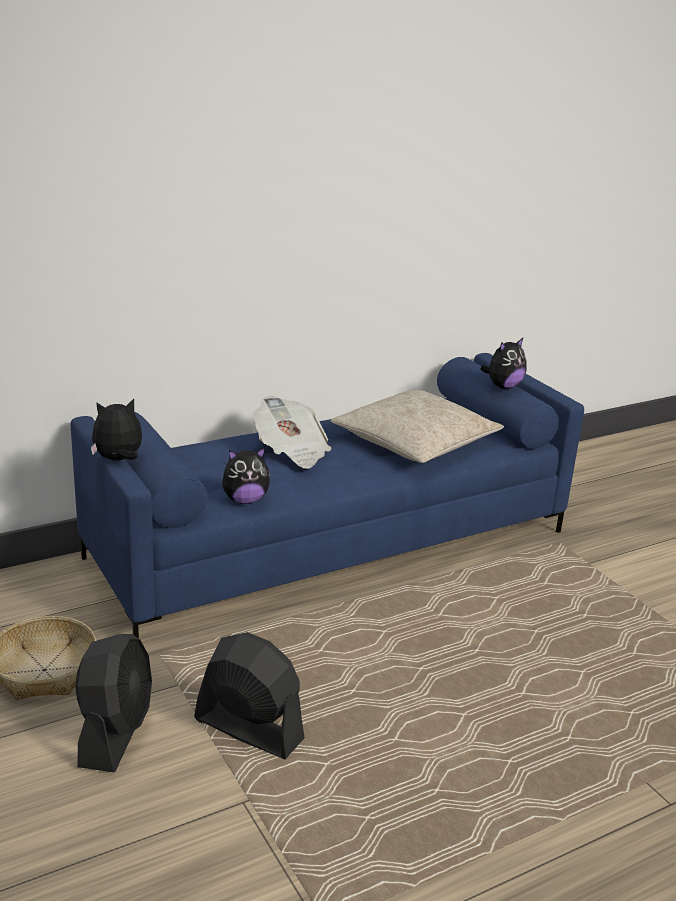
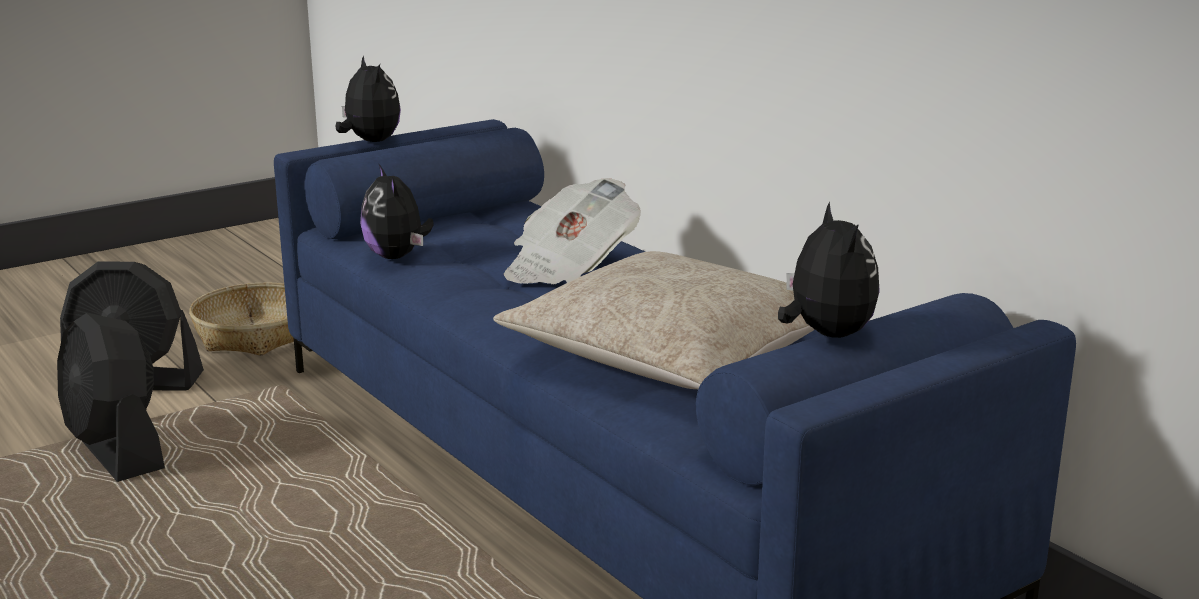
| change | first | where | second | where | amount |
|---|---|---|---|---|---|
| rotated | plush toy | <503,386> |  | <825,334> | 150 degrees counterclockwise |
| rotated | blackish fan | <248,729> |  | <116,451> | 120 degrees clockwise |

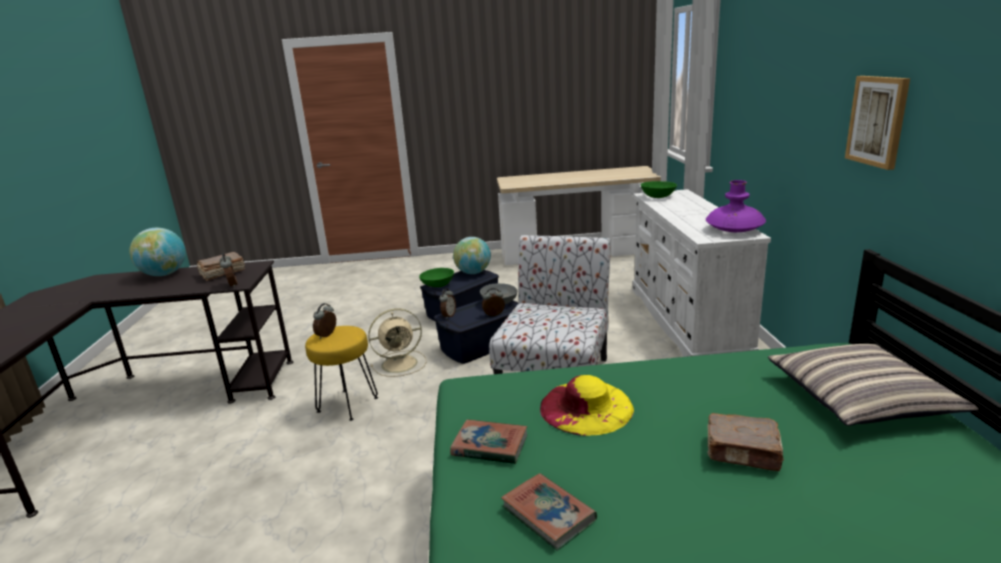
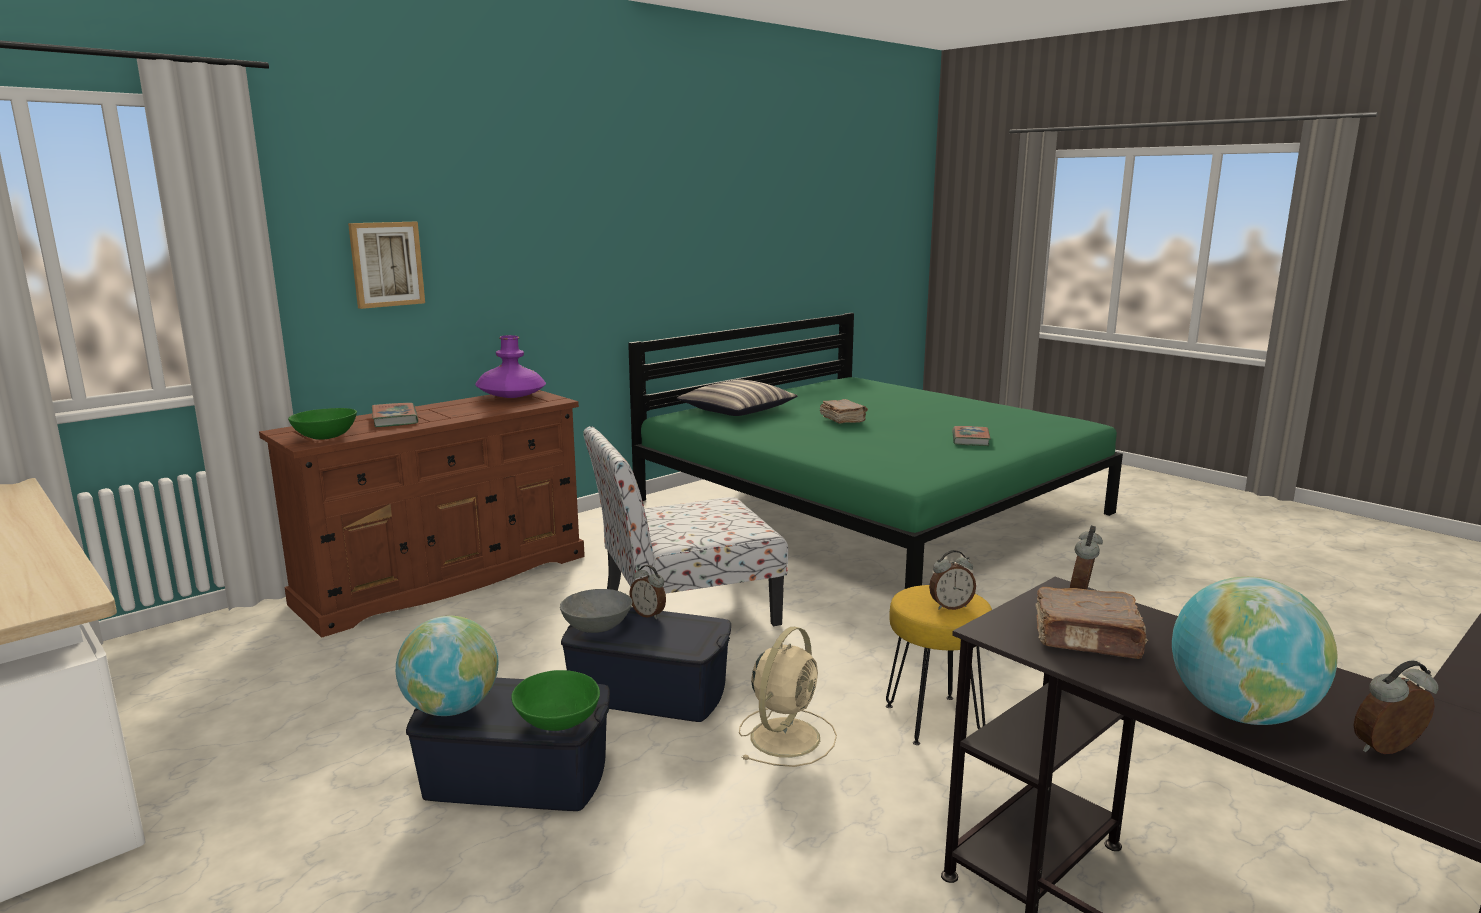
| change | first | where | second | where | amount |
|---|---|---|---|---|---|
| shifted | wall picture | <878,121> |  | <386,264> |  |
| repainted | whitish dresser | <687,321> | brown-coloured dresser | <446,579> |  |
| shifted | table clock | <448,316> |  | <1388,751> |  |
| rotated | beige fan | <401,363> |  | <786,736> | 90 degrees clockwise |
| gone | yellow clothing hat | <586,407> |  |  |  |
| shifted | volume | <490,446> |  | <395,419> |  |

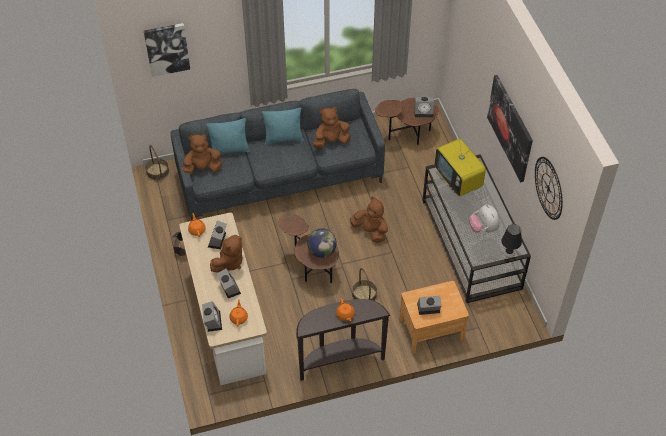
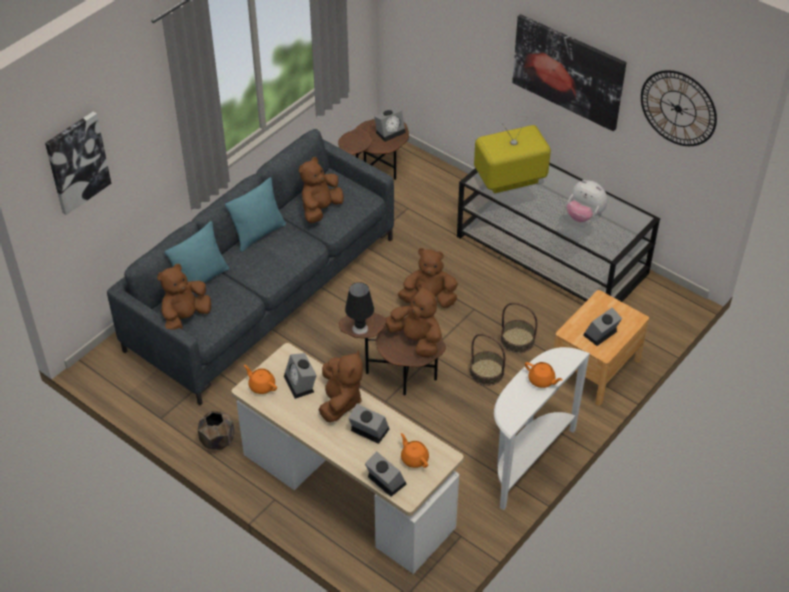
| change | first | where | second | where | amount |
|---|---|---|---|---|---|
| rotated | TV set | <458,181> |  | <509,180> | 135 degrees clockwise |
| shifted | basket | <157,171> |  | <517,340> |  |
| shifted | blackish lamp for a table | <508,253> |  | <360,328> |  |
| swapped | world globe | <321,251> | brown-coloured plush toy | <416,340> |  |
| repainted | brown-coloured hall table | <339,360> | whitish hall table | <526,460> |  |

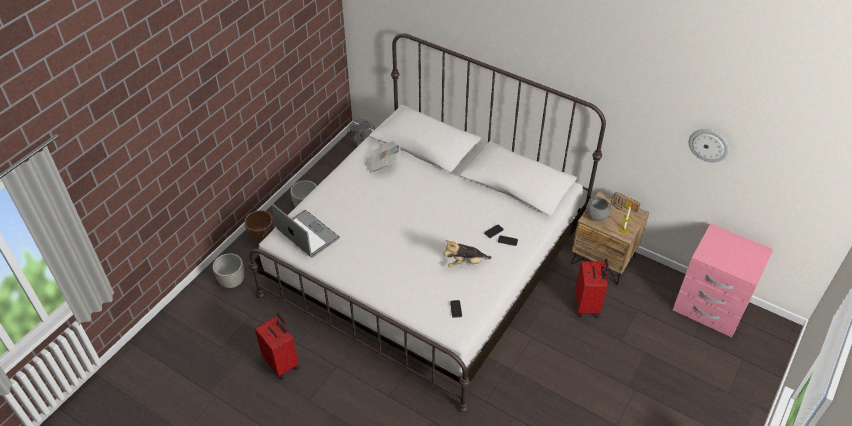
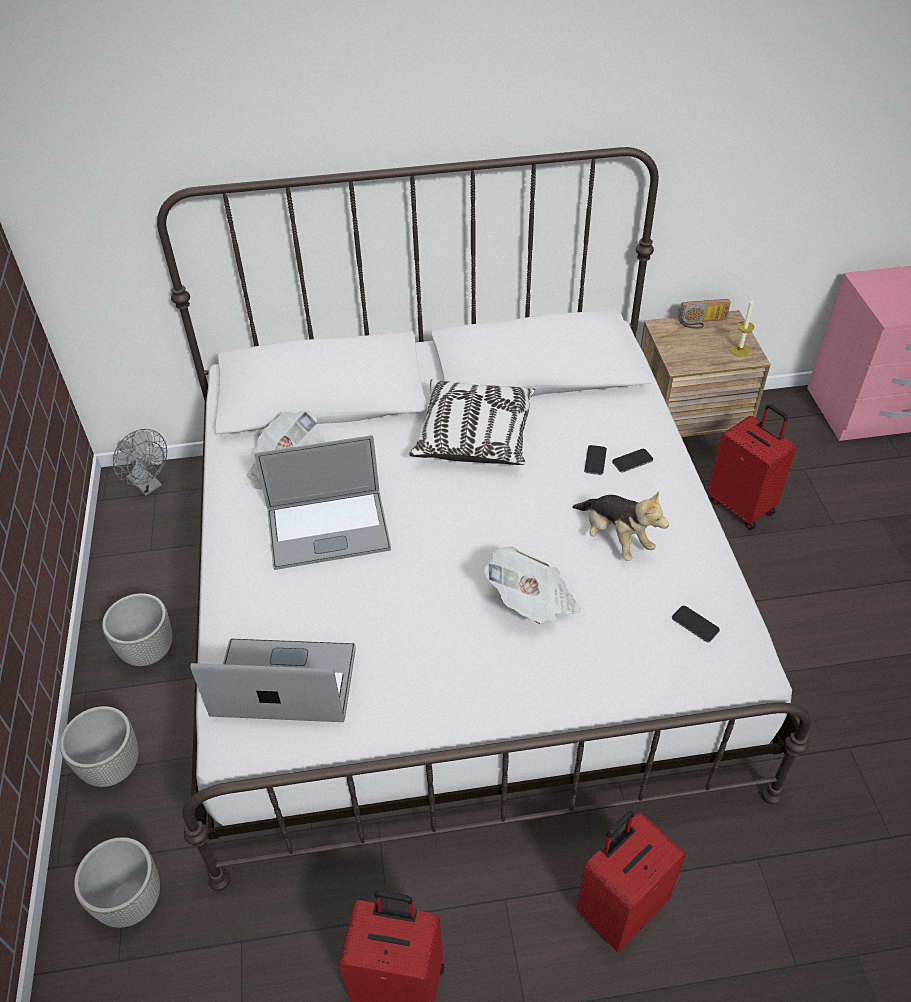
| change | first | where | second | where | amount |
|---|---|---|---|---|---|
| gone | clock on the wall | <709,145> |  |  |  |
| gone | gray serving bowl | <597,216> |  |  |  |
| repainted | brown-coloured plant pot | <262,237> | gray plant pot | <112,767> |  |
| rotated | plush toy | <465,263> |  | <615,538> | 75 degrees counterclockwise |
| new |  |  | pillow | <474,436> |  |
| new |  |  | notebook computer | <328,529> |  |
| new |  |  | newspaper | <532,602> |  |
| new |  |  | red-coloured suitcase | <620,907> |  |

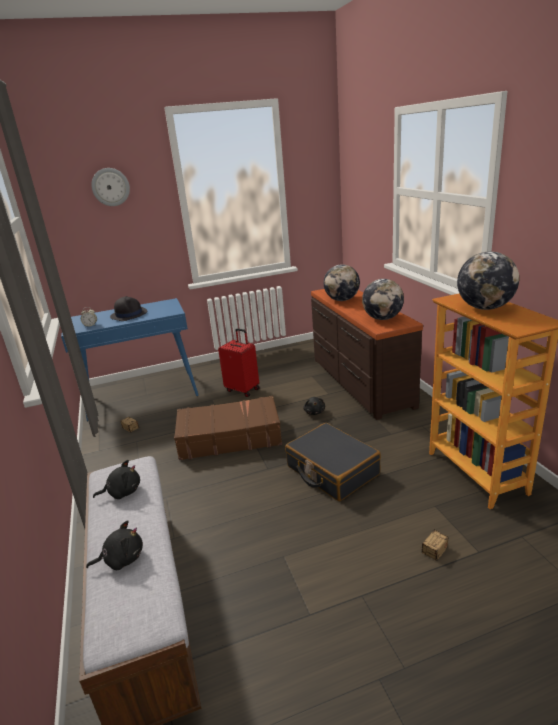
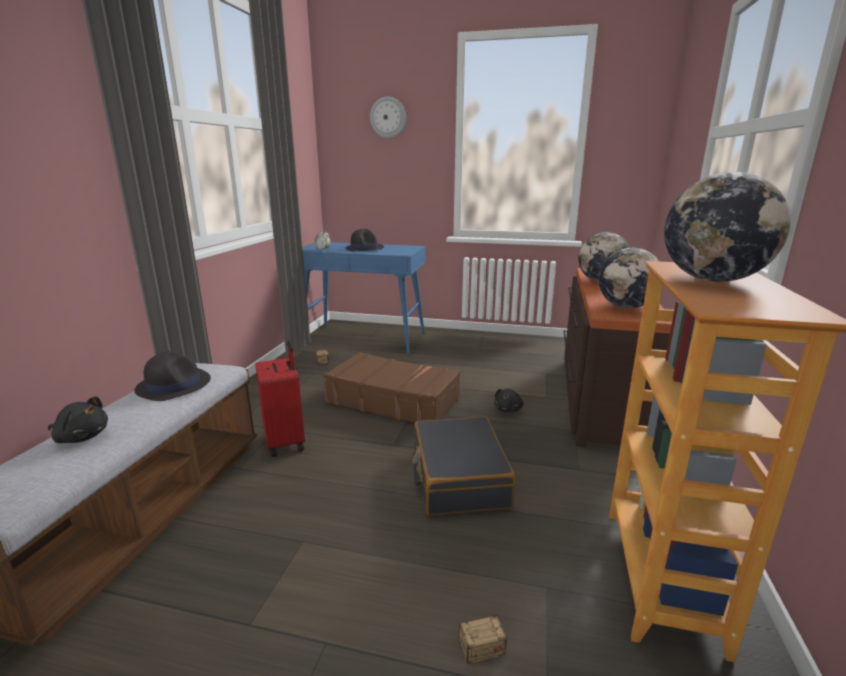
| change | first | where | second | where | amount |
|---|---|---|---|---|---|
| shifted | red-coloured suitcase | <243,389> |  | <286,442> |  |
| swapped | blackish plush toy | <122,492> | blackish clothing hat | <174,385> |  |

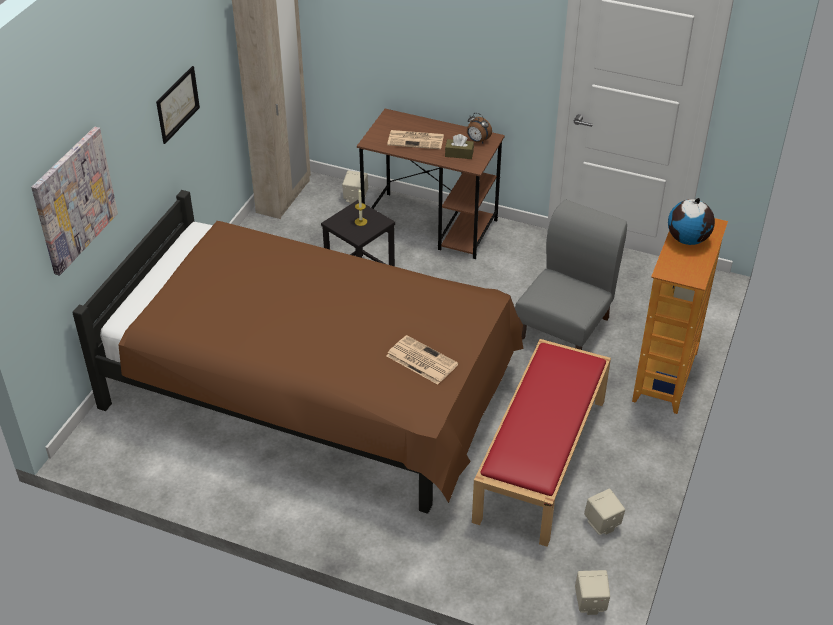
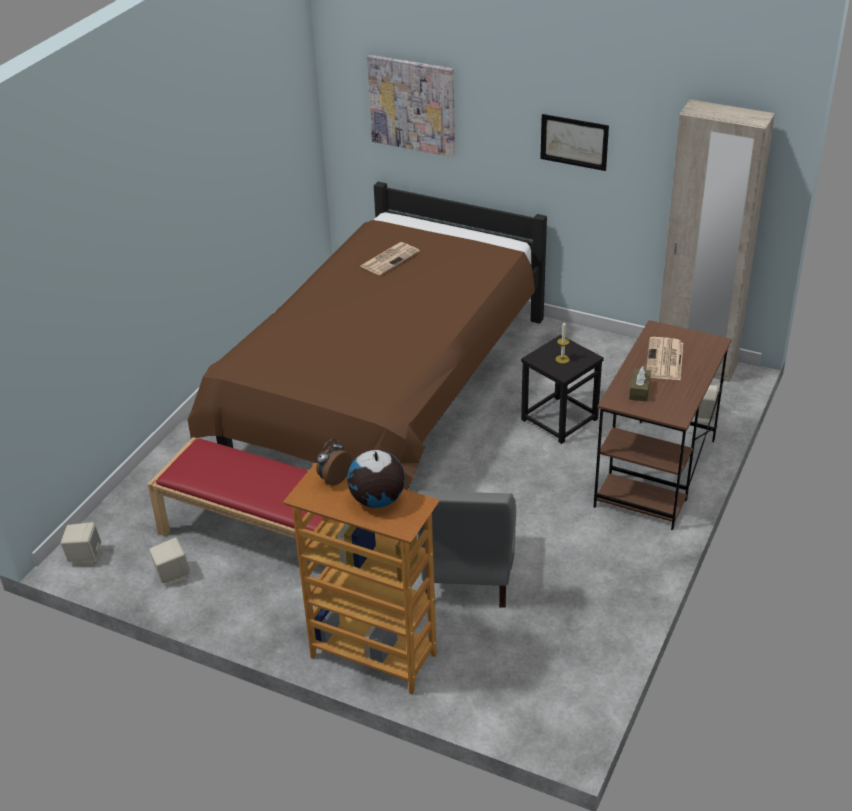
| change | first | where | second | where | amount |
|---|---|---|---|---|---|
| shifted | table clock | <477,141> |  | <333,479> |  |
| rotated | gray plain chair | <565,327> |  | <467,575> | 60 degrees clockwise |
| shifted | newspaper | <420,360> |  | <390,259> |  |

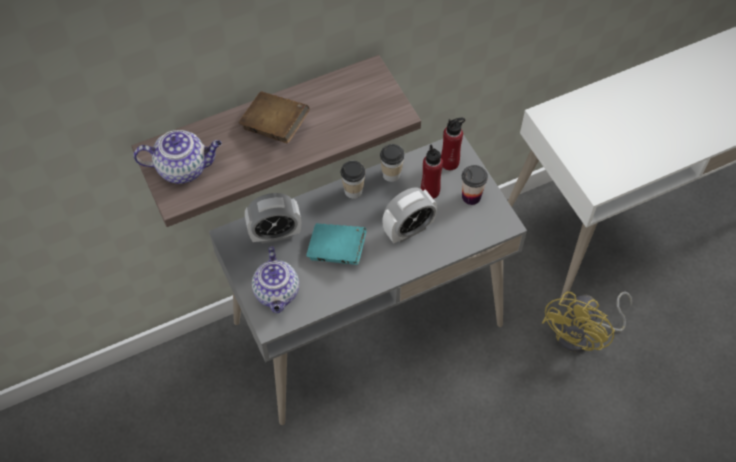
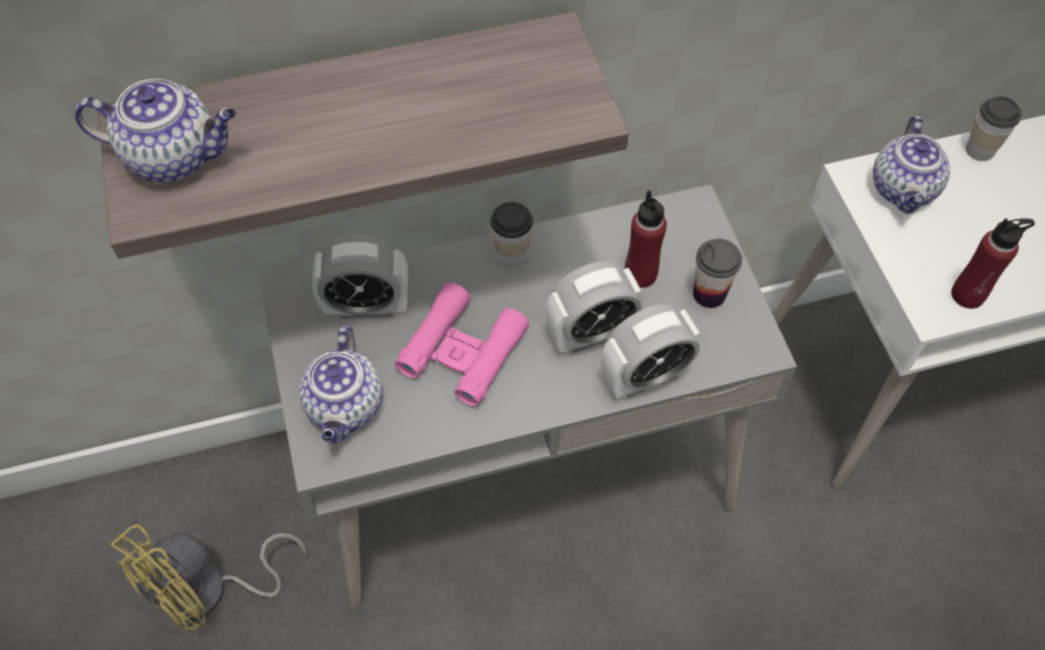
| change | first | where | second | where | amount |
|---|---|---|---|---|---|
| gone | brown-coloured volume | <275,127> |  |  |  |
| shifted | red-coloured bottle | <449,162> |  | <968,295> |  |
| shifted | small cup | <391,174> |  | <980,150> |  |
| swapped | turquoise volume | <337,251> | pink-coloured binoculars | <462,351> |  |
| shifted | yellow fan | <583,334> |  | <209,591> |  |
| new |  |  | teapot | <903,190> |  |
| new |  |  | table clock | <645,376> |  |

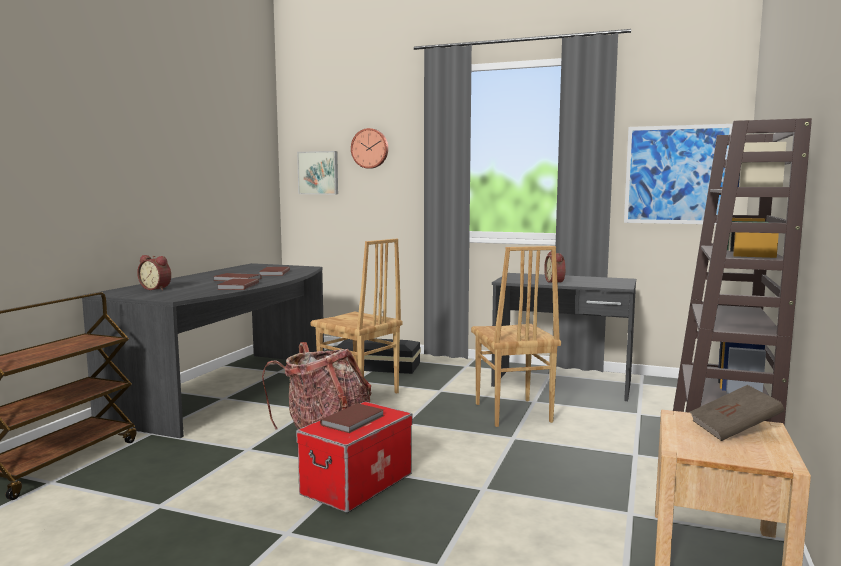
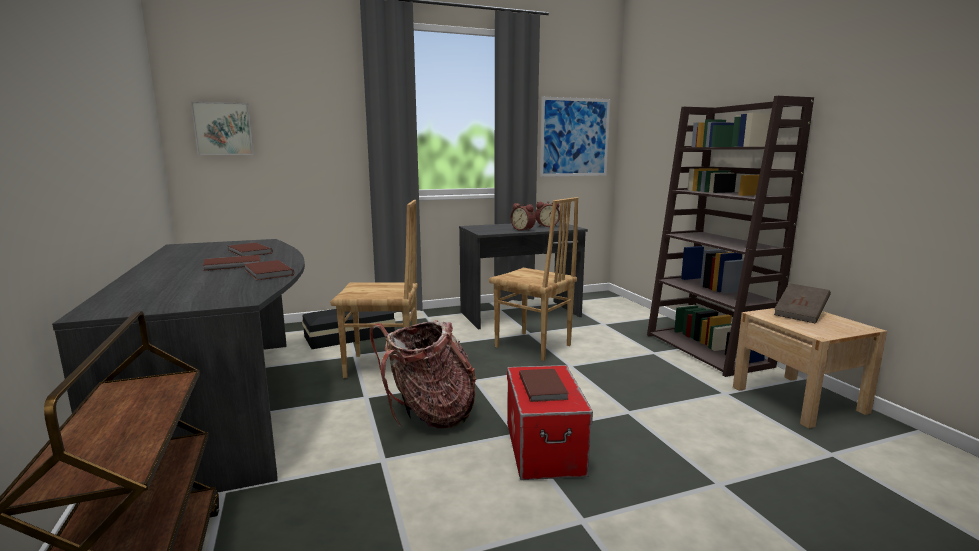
| change | first | where | second | where | amount |
|---|---|---|---|---|---|
| gone | clock on the wall | <370,148> |  |  |  |
| shifted | table clock | <157,289> |  | <546,226> |  |

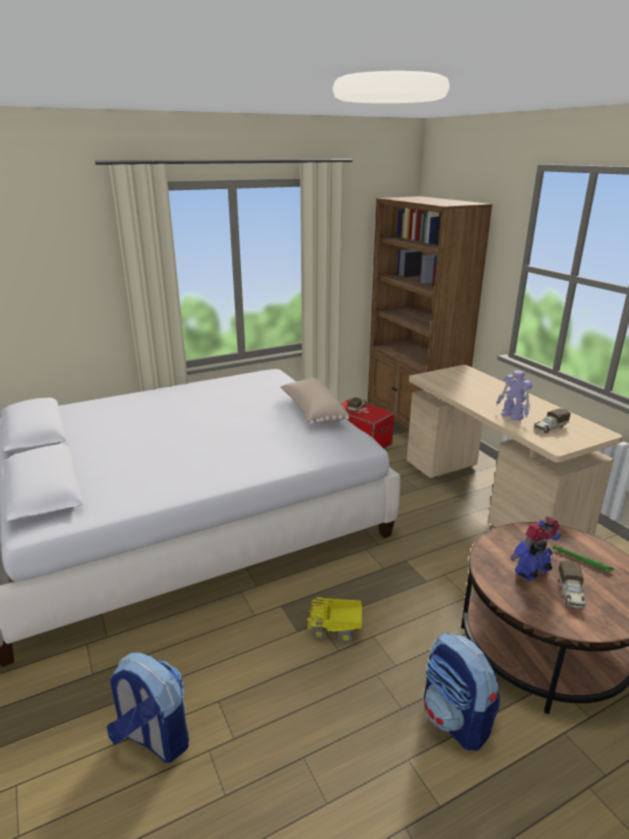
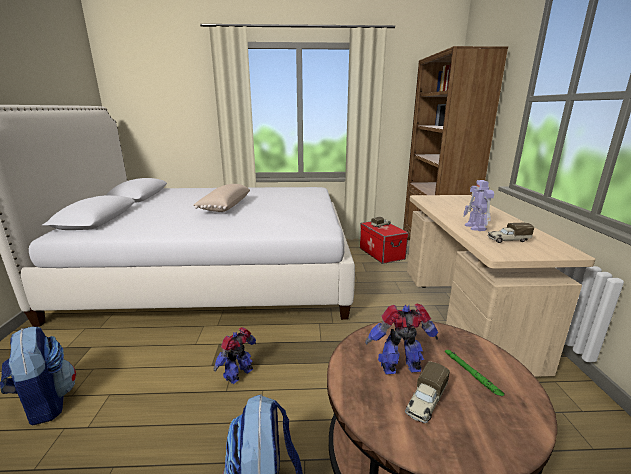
| change | first | where | second | where | amount |
|---|---|---|---|---|---|
| shifted | beige pillow | <313,412> |  | <224,206> |  |
| swapped | toy truck | <336,630> | model robot | <239,374> |  |

